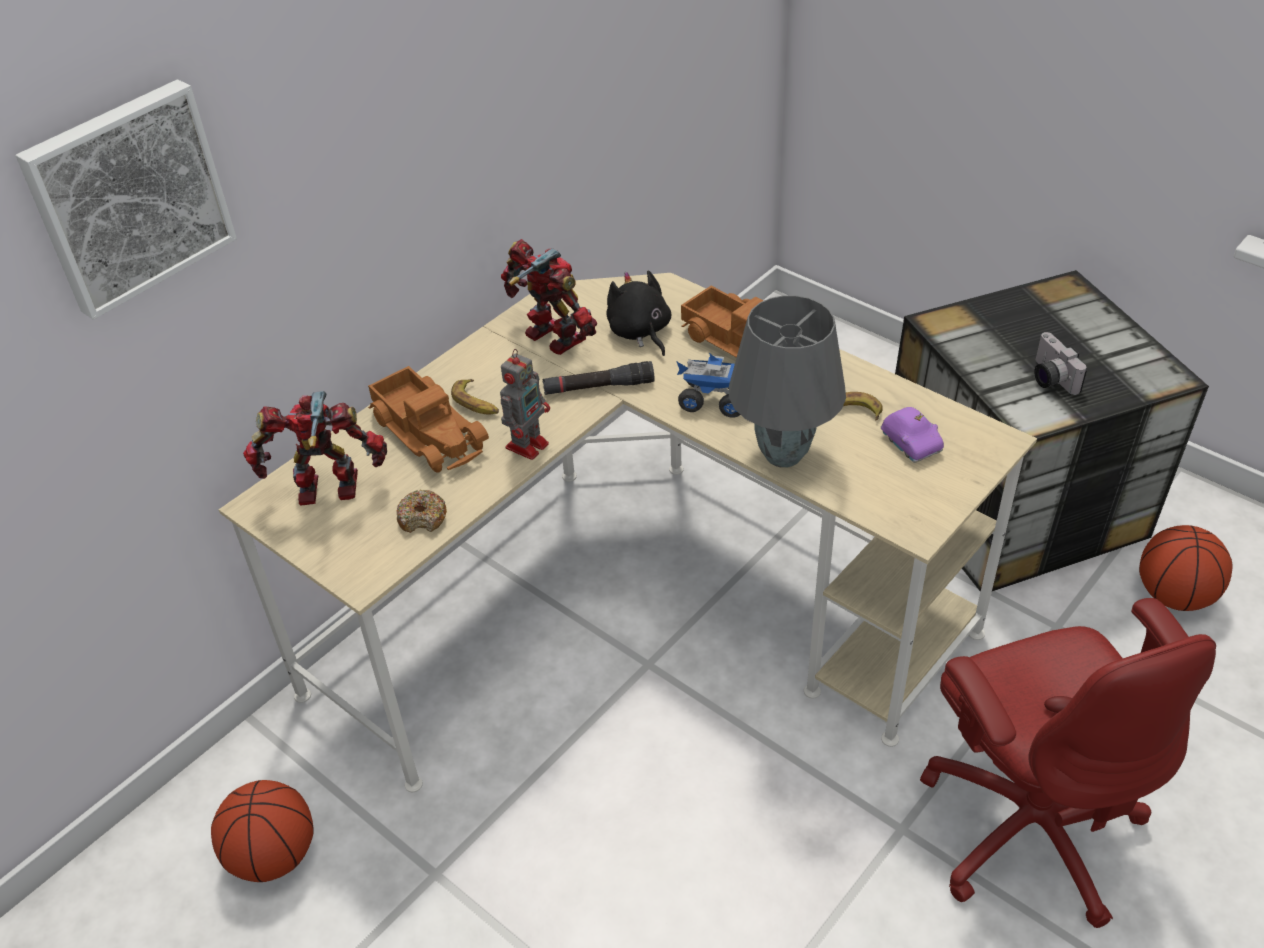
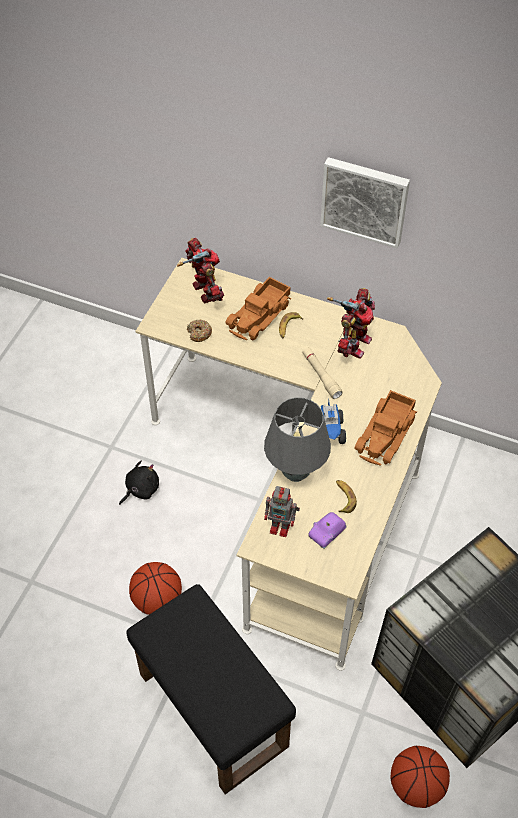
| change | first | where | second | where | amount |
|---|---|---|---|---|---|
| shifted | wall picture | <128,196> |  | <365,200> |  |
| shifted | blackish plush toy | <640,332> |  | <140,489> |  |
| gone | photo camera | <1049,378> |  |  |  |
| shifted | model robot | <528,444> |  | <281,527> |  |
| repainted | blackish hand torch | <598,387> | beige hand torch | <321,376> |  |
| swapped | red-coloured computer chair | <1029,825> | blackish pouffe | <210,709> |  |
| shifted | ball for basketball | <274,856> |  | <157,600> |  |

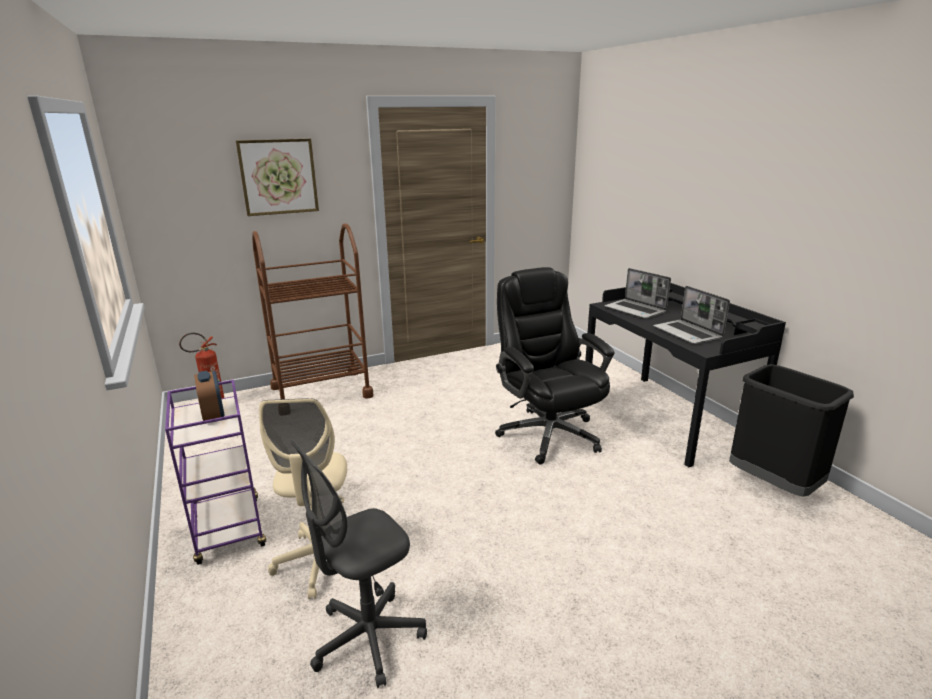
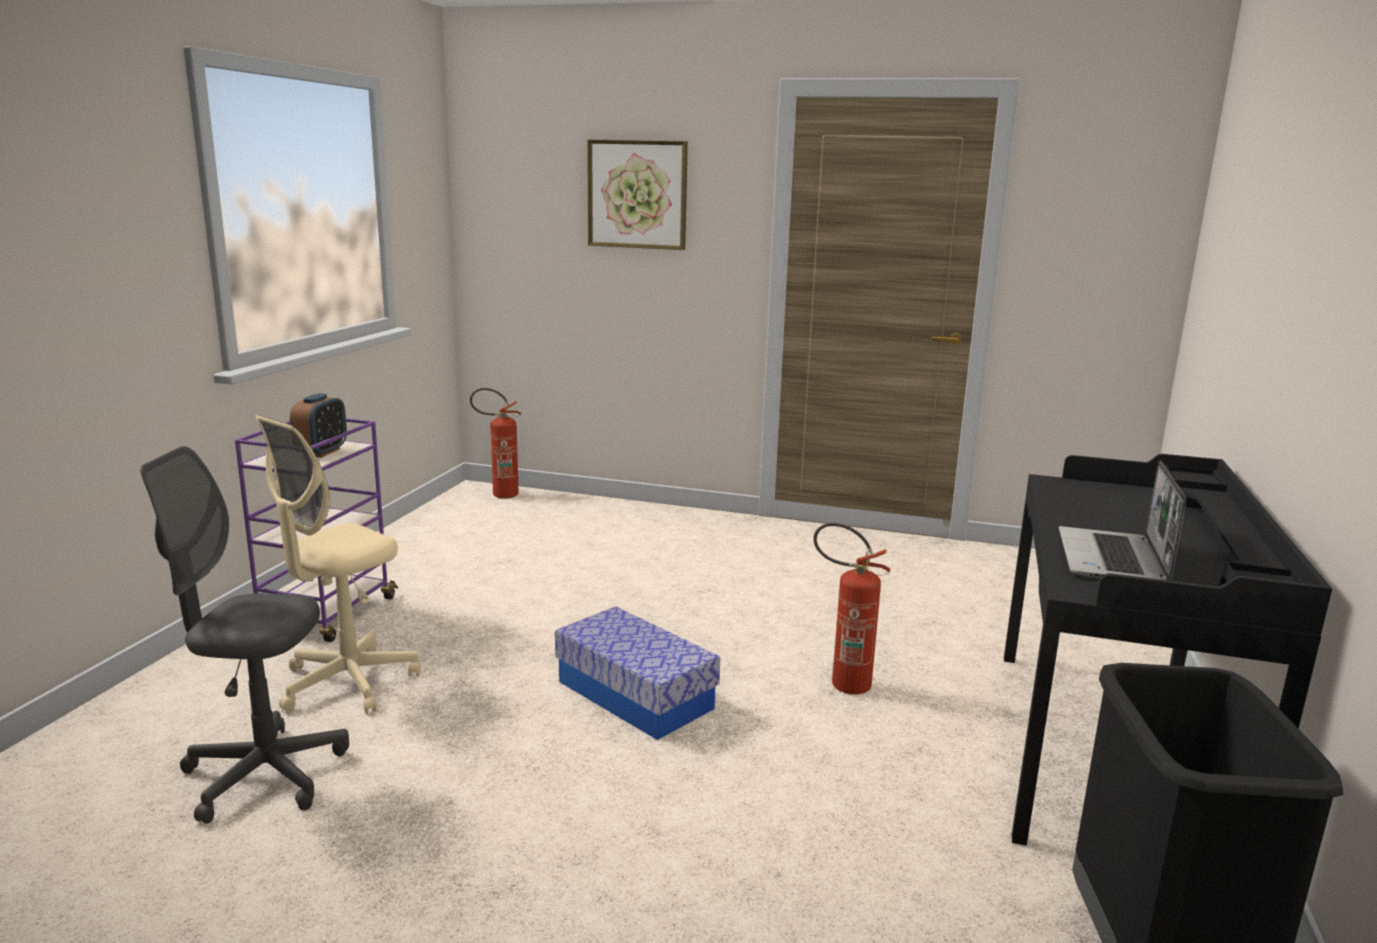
| change | first | where | second | where | amount |
|---|---|---|---|---|---|
| gone | brown-coloured cart | <321,392> |  |  |  |
| swapped | blackish computer chair | <548,434> | extinguisher | <841,683> |  |
| gone | notebook computer | <636,310> |  |  |  |
| new |  |  | storage bin | <635,695> |  |

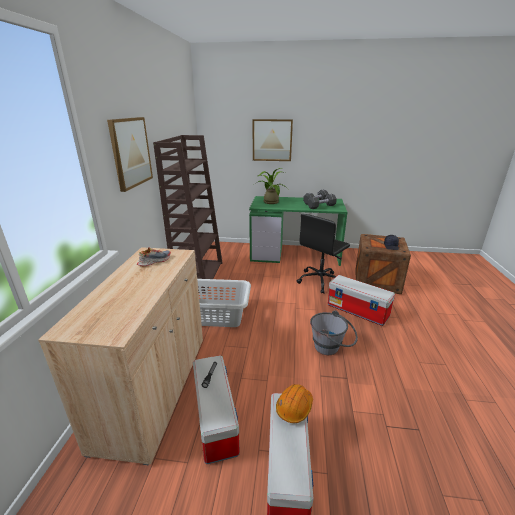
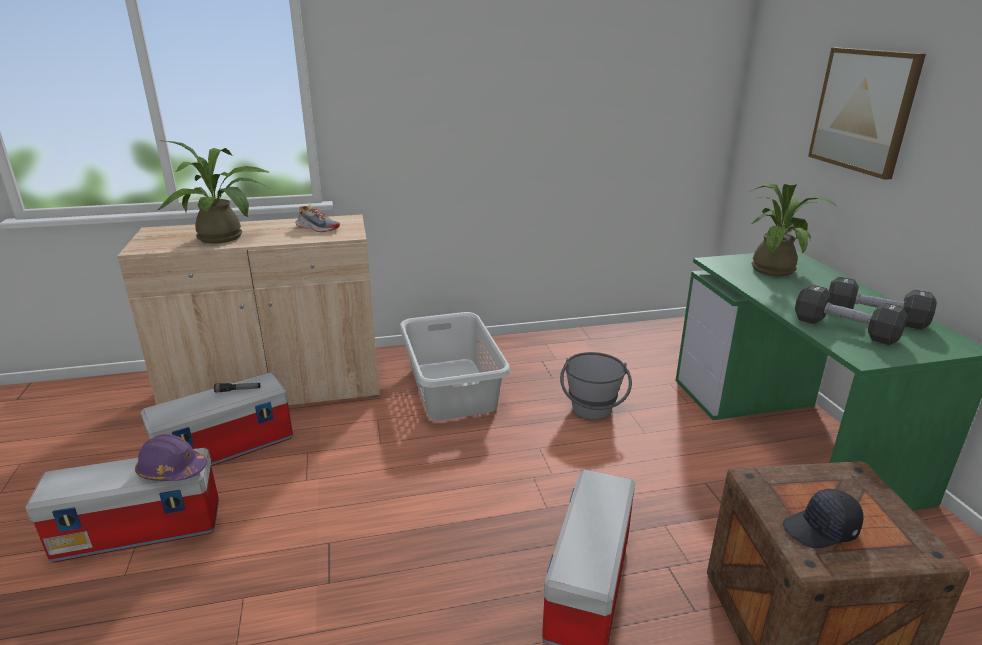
| change | first | where | second | where | amount |
|---|---|---|---|---|---|
| gone | wall picture | <130,152> |  |  |  |
| gone | brown-coloured bookshelf | <199,275> |  |  |  |
| gone | blackish computer chair | <321,281> |  |  |  |
| shifted | gray pail | <331,348> |  | <592,414> |  |
| repainted | orange work helmet | <294,407> | purplish work helmet | <172,470> |  |
| new |  |  | potted plant | <225,238> |  |

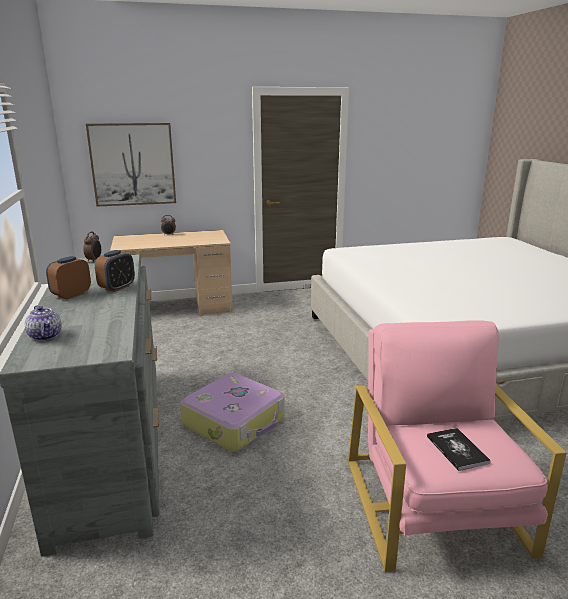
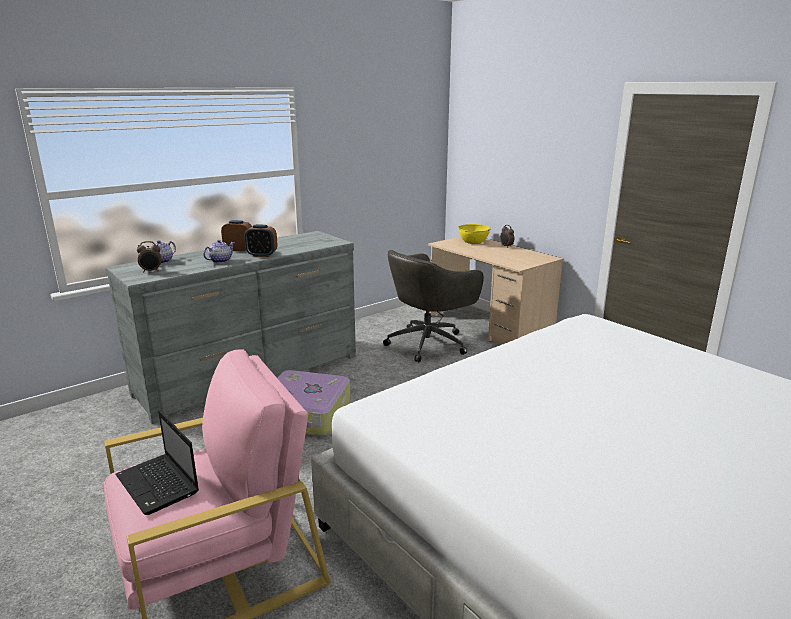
| change | first | where | second | where | amount |
|---|---|---|---|---|---|
| gone | wall picture | <133,164> |  |  |  |
| shifted | table clock | <94,260> |  | <151,271> |  |
| swapped | volume | <457,450> | notebook computer | <159,485> |  |
| new |  |  | yellow serving bowl | <473,241> |  |
| new |  |  | teapot | <220,261> |  |
| new |  |  | gray computer chair | <429,343> |  |

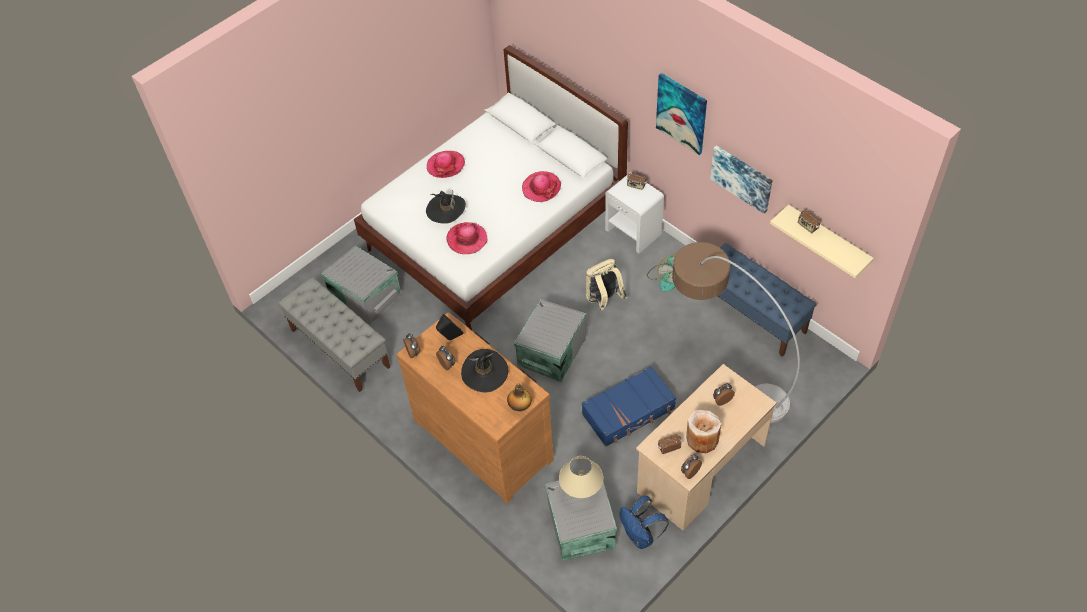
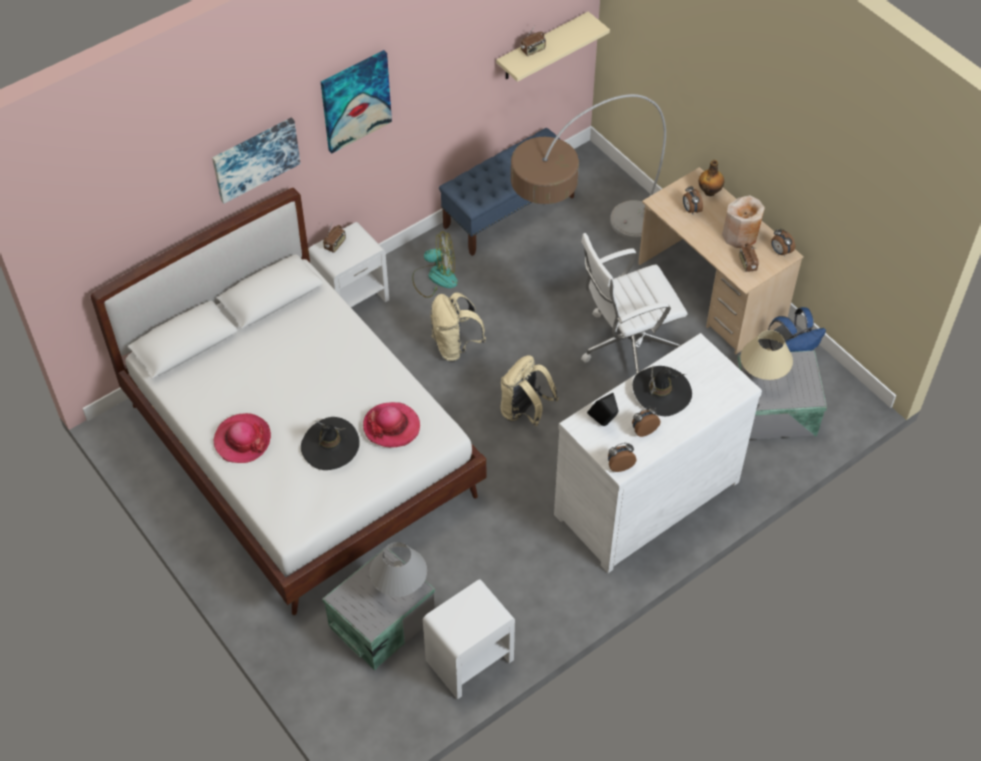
| change | first | where | second | where | amount |
|---|---|---|---|---|---|
| shifted | wall picture | <742,178> |  | <255,158> |  |
| gone | clothing hat | <541,188> |  |  |  |
| swapped | gray bench | <339,348> | whitish bedside table | <469,660> |  |
| swapped | gray storage bin | <550,352> | beige rucksack | <524,412> |  |
| repainted | brown-coloured dresser | <484,438> | whitish dresser | <644,496> |  |
| swapped | bluish suitcase | <629,412> | whitish computer chair | <626,345> |  |
| shifted | bottle | <520,407> |  | <710,191> |  |
| new |  |  | gray lamp for a table | <399,586> |  |

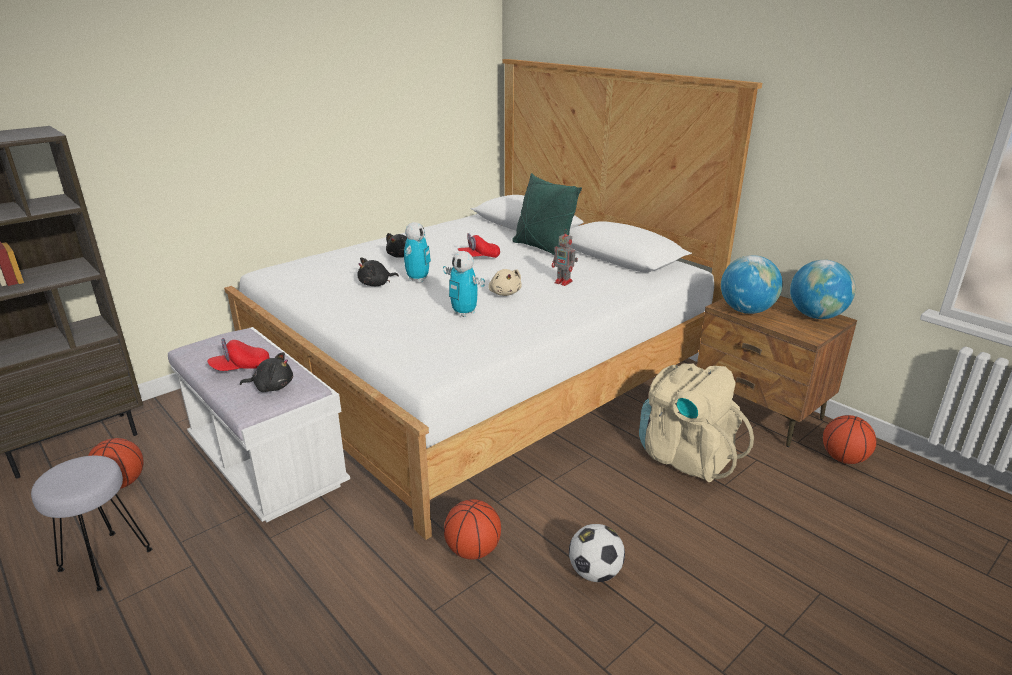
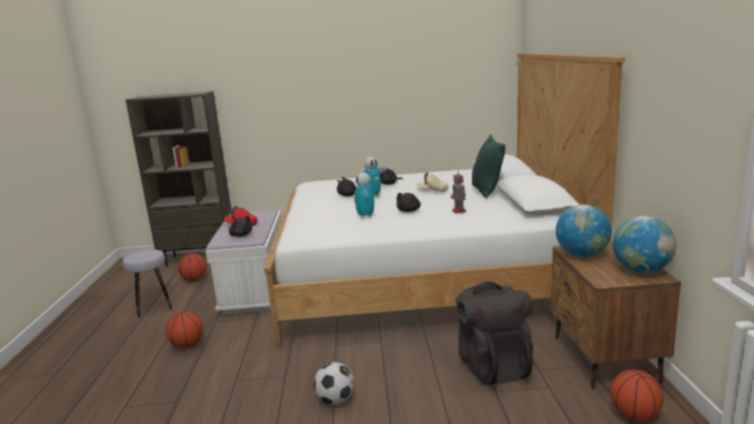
| change | first | where | second | where | amount |
|---|---|---|---|---|---|
| repainted | red-coloured cap | <479,258> | beige cap | <432,191> |  |
| repainted | beige plush toy | <504,293> | blackish plush toy | <409,211> |  |
| repainted | beige rucksack | <685,456> | blackish rucksack | <492,365> |  |
| shifted | ball for basketball | <473,551> |  | <187,345> |  |

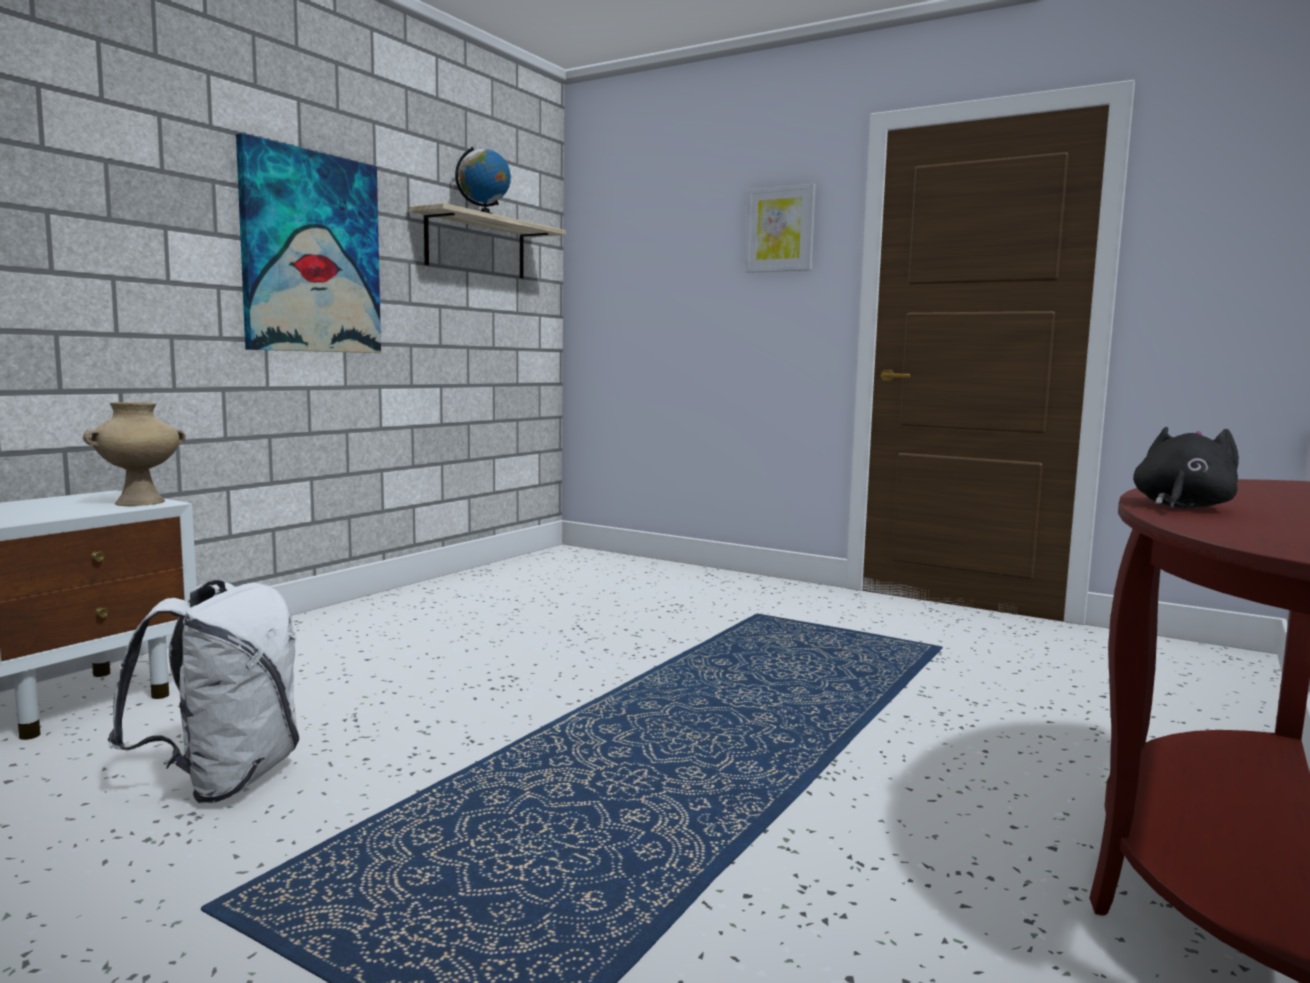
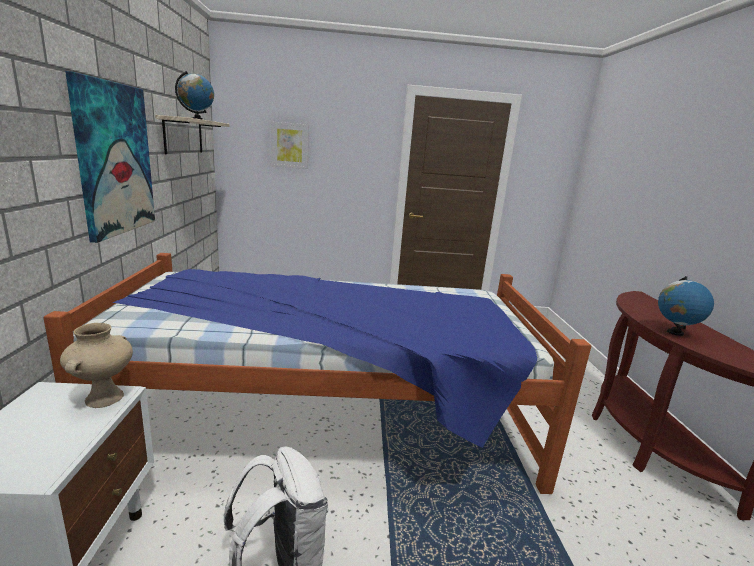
| change | first | where | second | where | amount |
|---|---|---|---|---|---|
| shifted | wall picture | <780,229> |  | <289,145> |  |
| swapped | blackish plush toy | <1181,507> | world globe | <674,332> |  |
| new |  |  | bed | <329,421> |  |

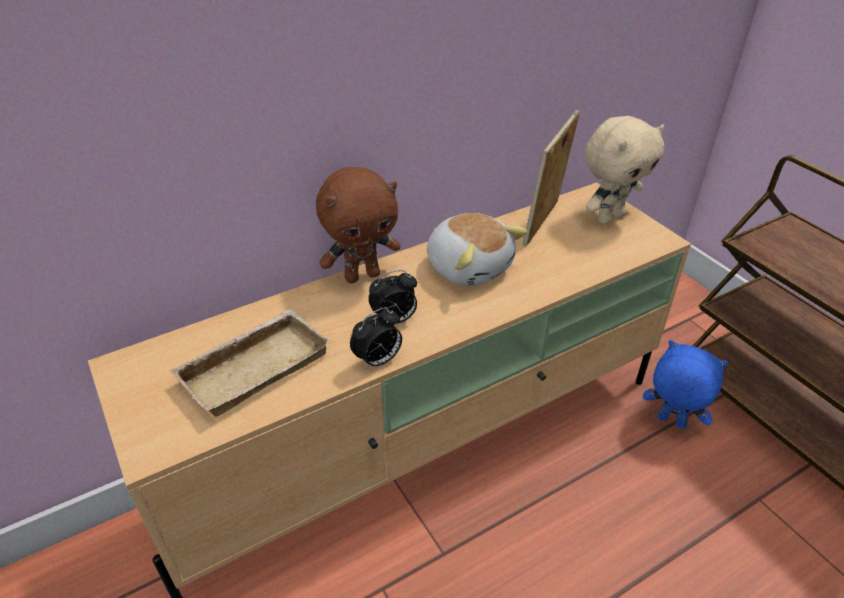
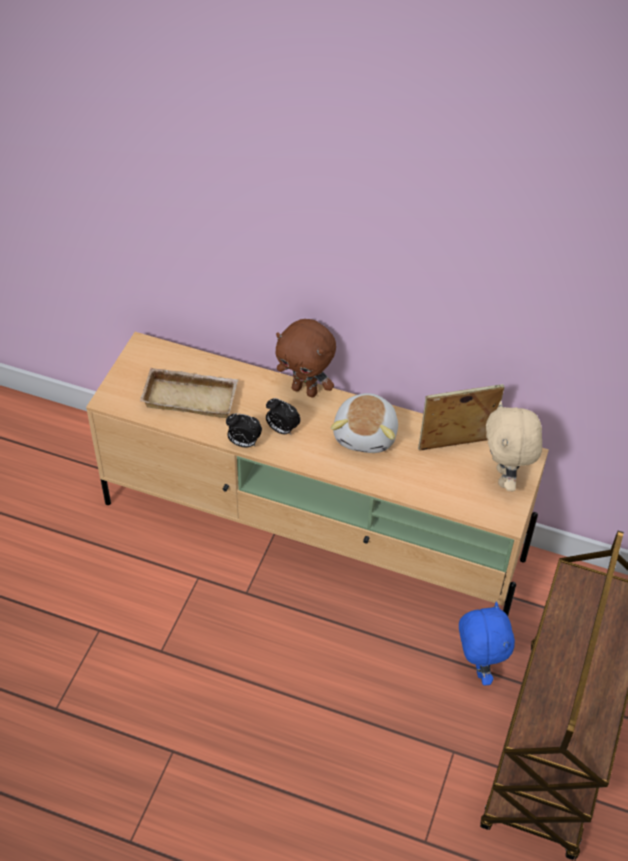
| change | first | where | second | where | amount |
|---|---|---|---|---|---|
| rotated | beige plush toy | <609,217> |  | <505,478> | 75 degrees clockwise |

